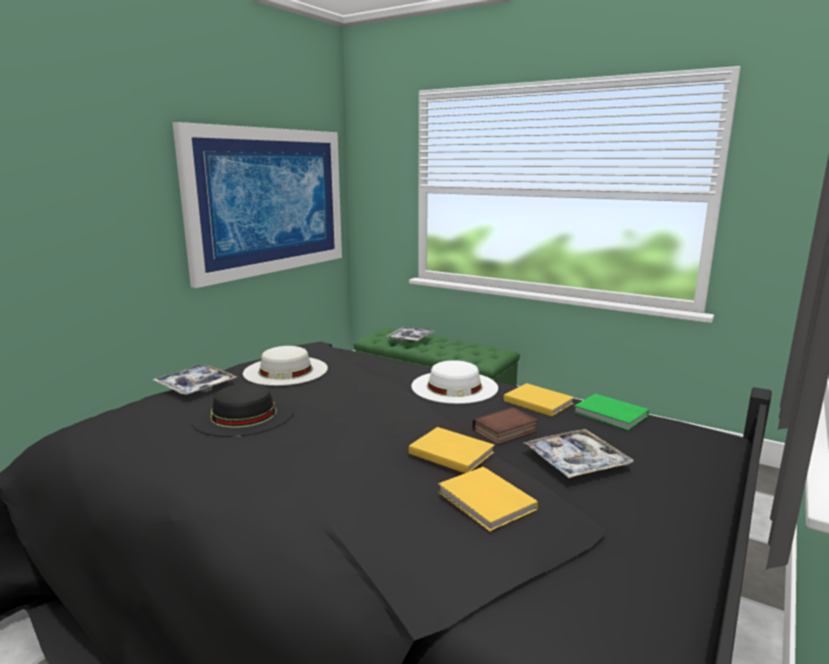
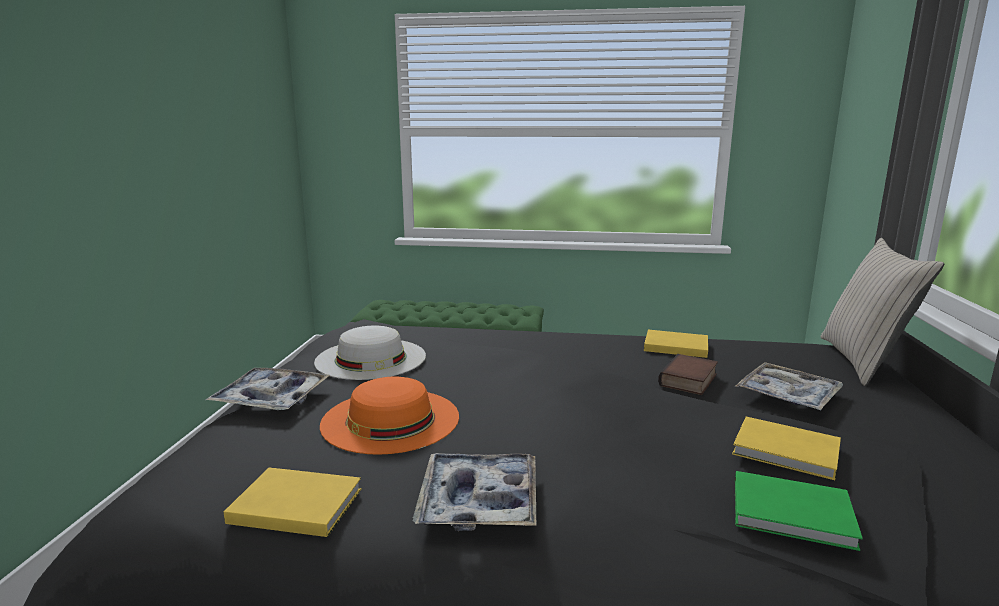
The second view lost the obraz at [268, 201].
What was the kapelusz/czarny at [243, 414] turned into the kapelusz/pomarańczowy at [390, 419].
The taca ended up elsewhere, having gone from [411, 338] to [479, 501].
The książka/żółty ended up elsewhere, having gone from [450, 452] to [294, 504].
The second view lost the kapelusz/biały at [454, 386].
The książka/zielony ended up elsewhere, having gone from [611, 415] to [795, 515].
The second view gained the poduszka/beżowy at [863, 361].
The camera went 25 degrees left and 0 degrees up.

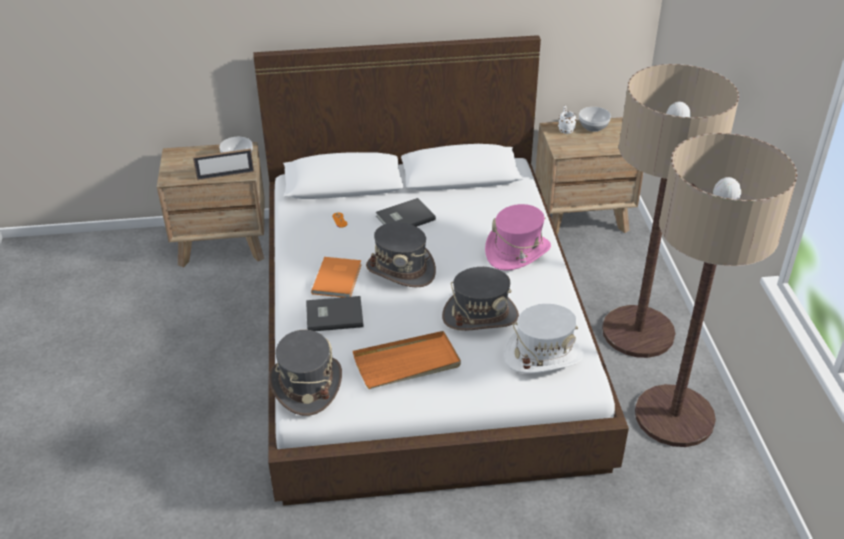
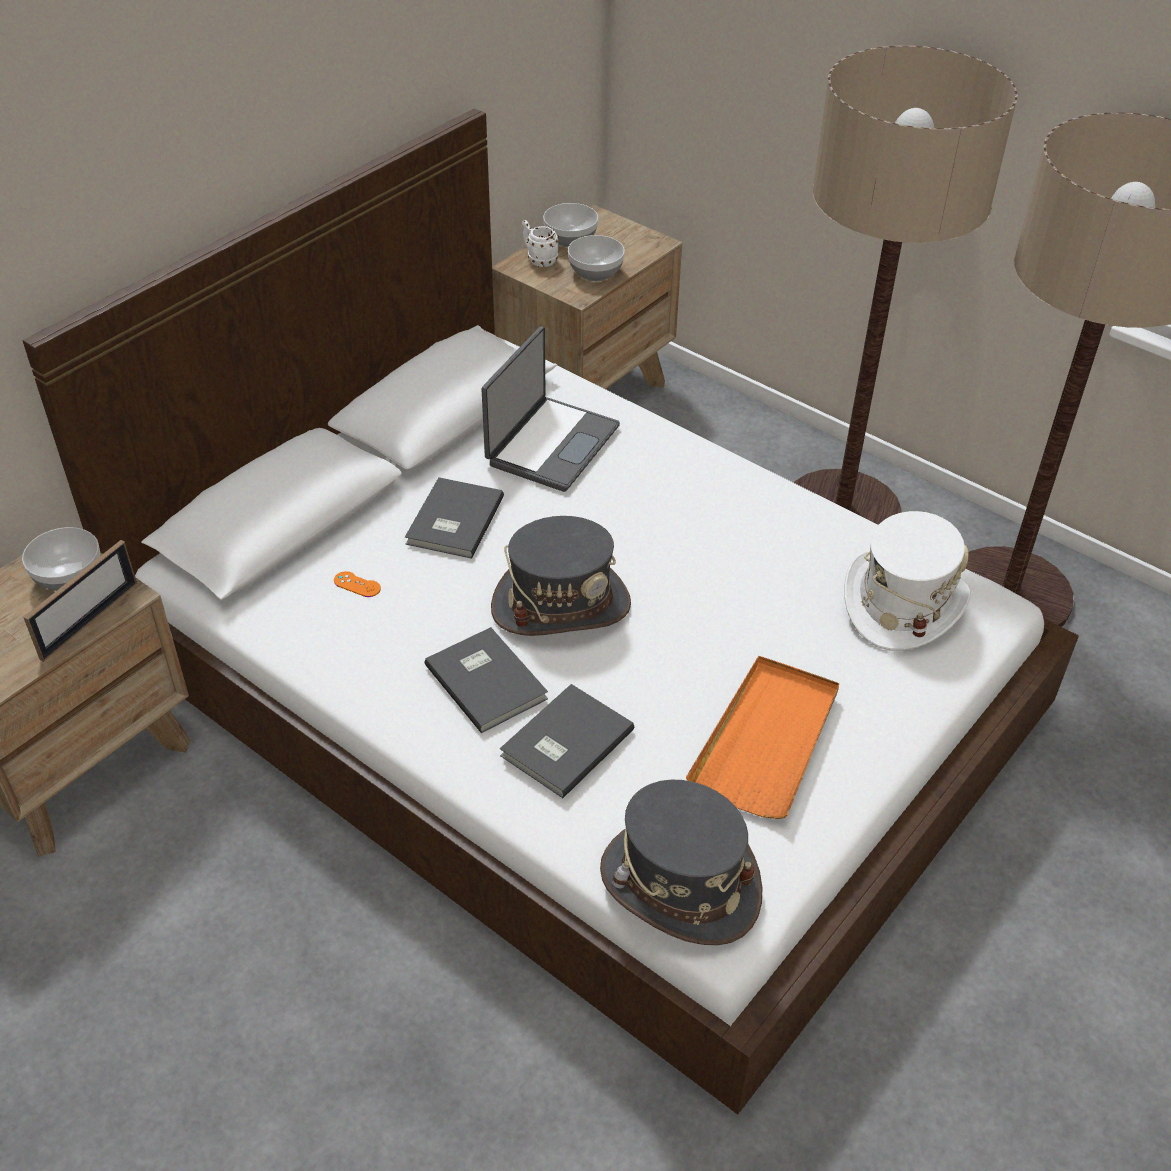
What was the książka/pomarańczowy at [338, 278] turned into the książka/szary at [487, 680].
The second view lost the kapelusz/szary at [480, 316].
The second view lost the kapelusz/różowy at [517, 252].
The second view gained the laptop at [551, 444].
The second view gained the miska at [596, 272].
The camera went 45 degrees left and 5 degrees up.

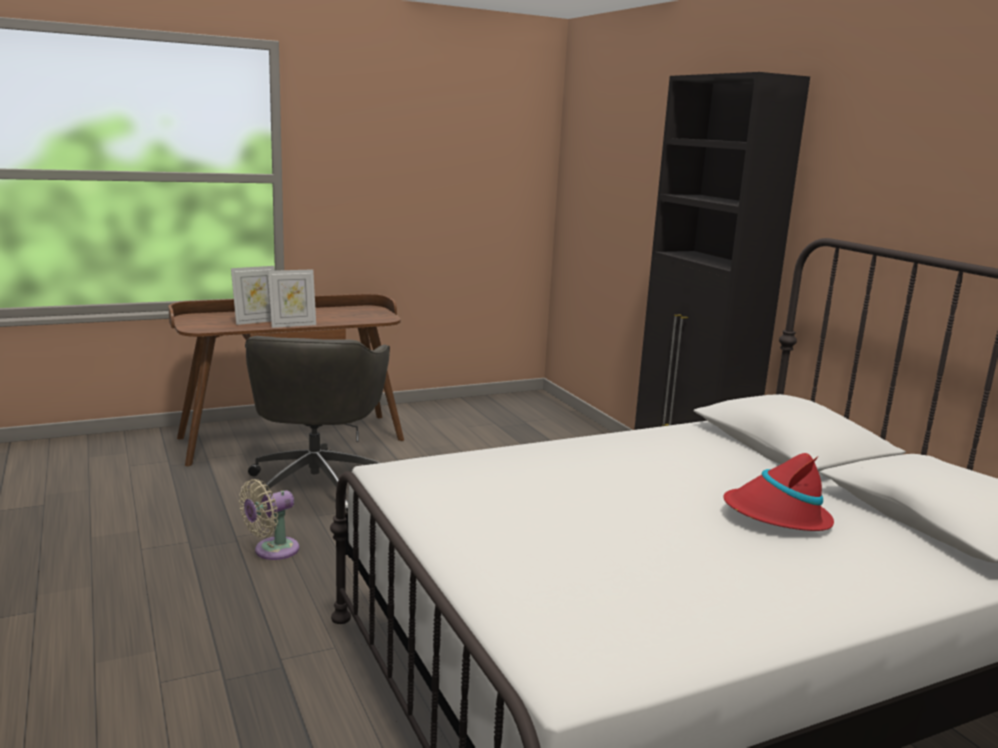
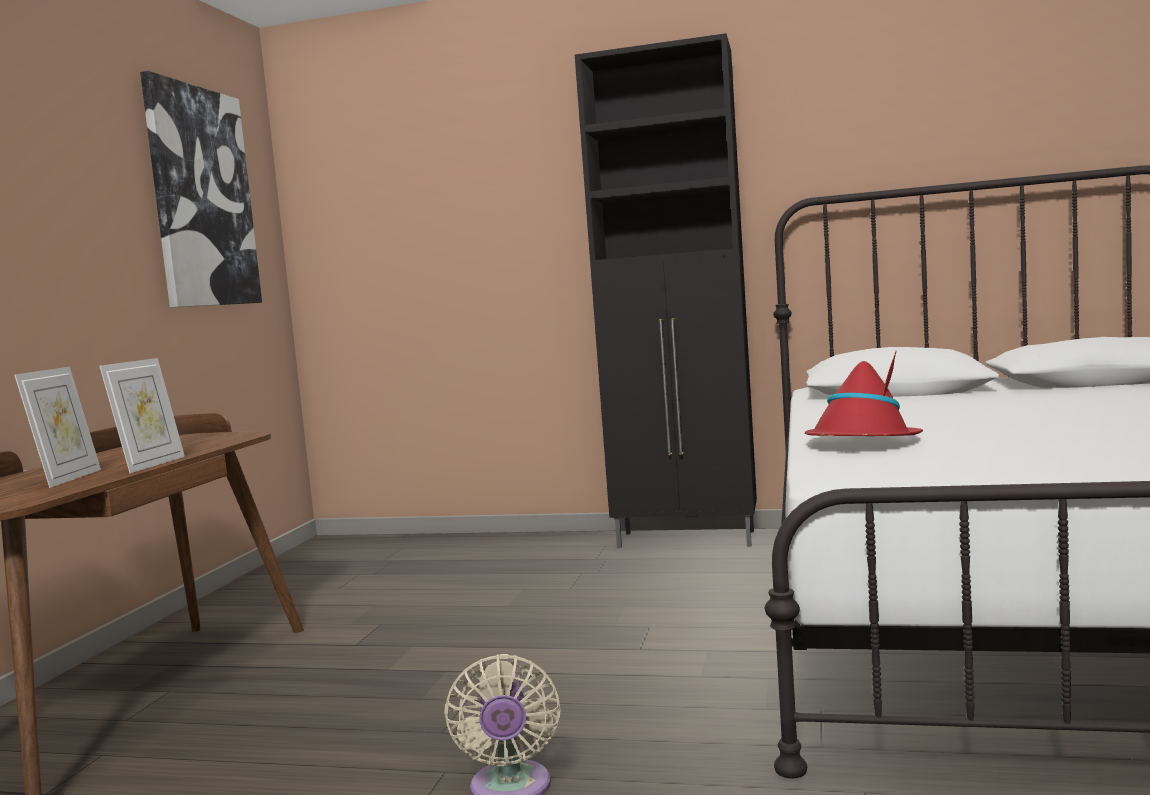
The second view lost the krzesło biurowe/szary at [316, 483].
The kapelusz/czerwony ended up elsewhere, having gone from [776, 517] to [862, 443].
The second view gained the obraz at [201, 197].
The camera went 50 degrees left and 10 degrees down.

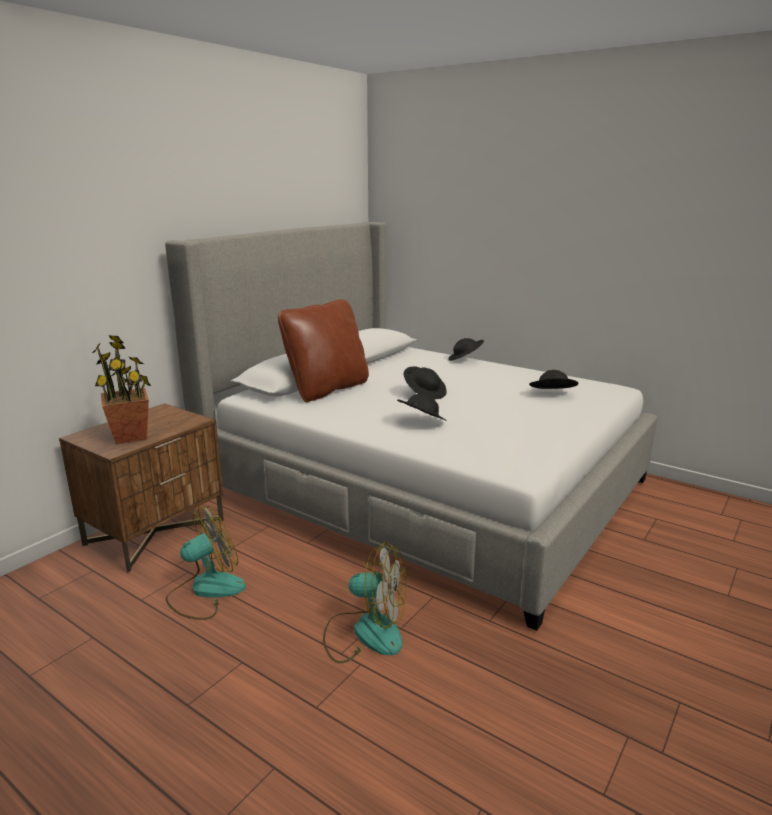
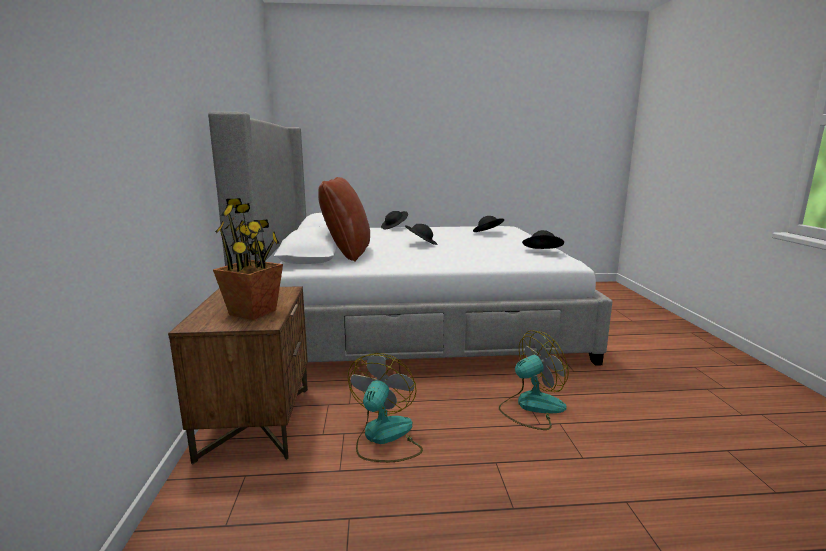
The kapelusz/czarny ended up elsewhere, having gone from [421, 422] to [541, 252].
The camera went 40 degrees left and 5 degrees down.

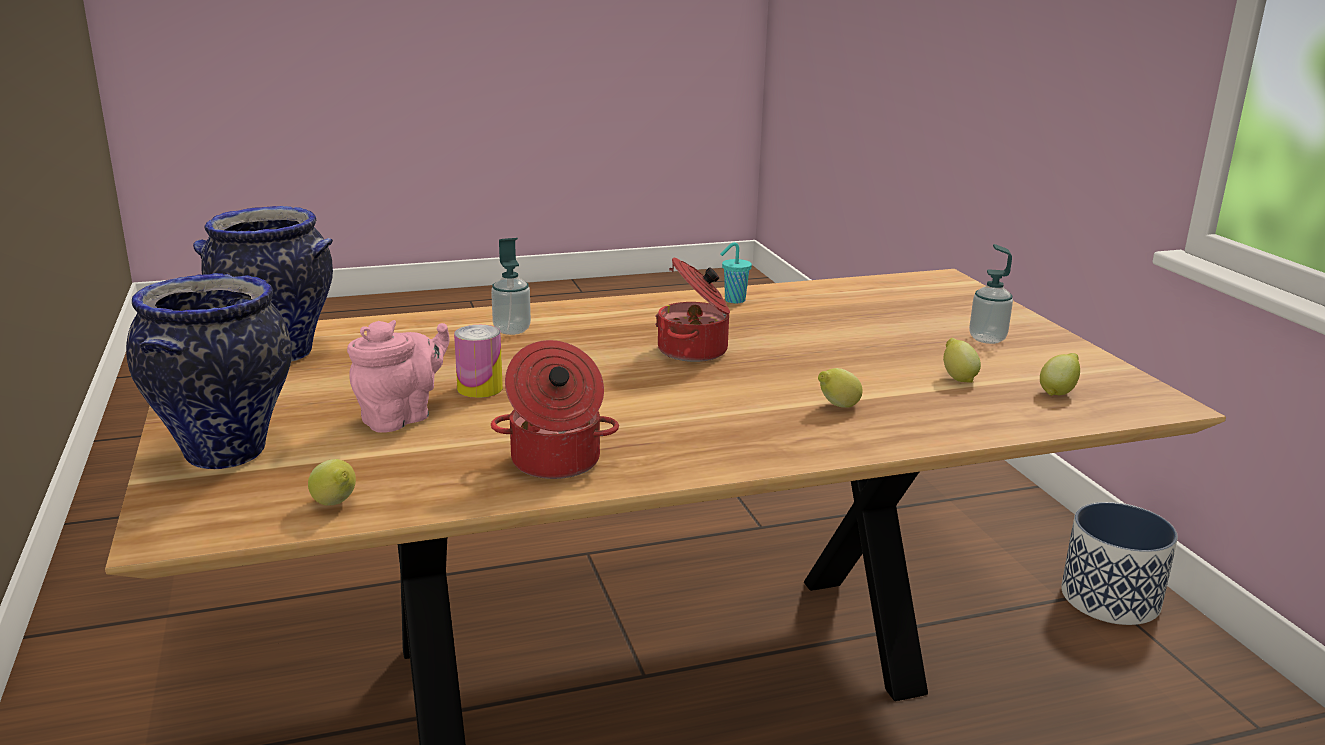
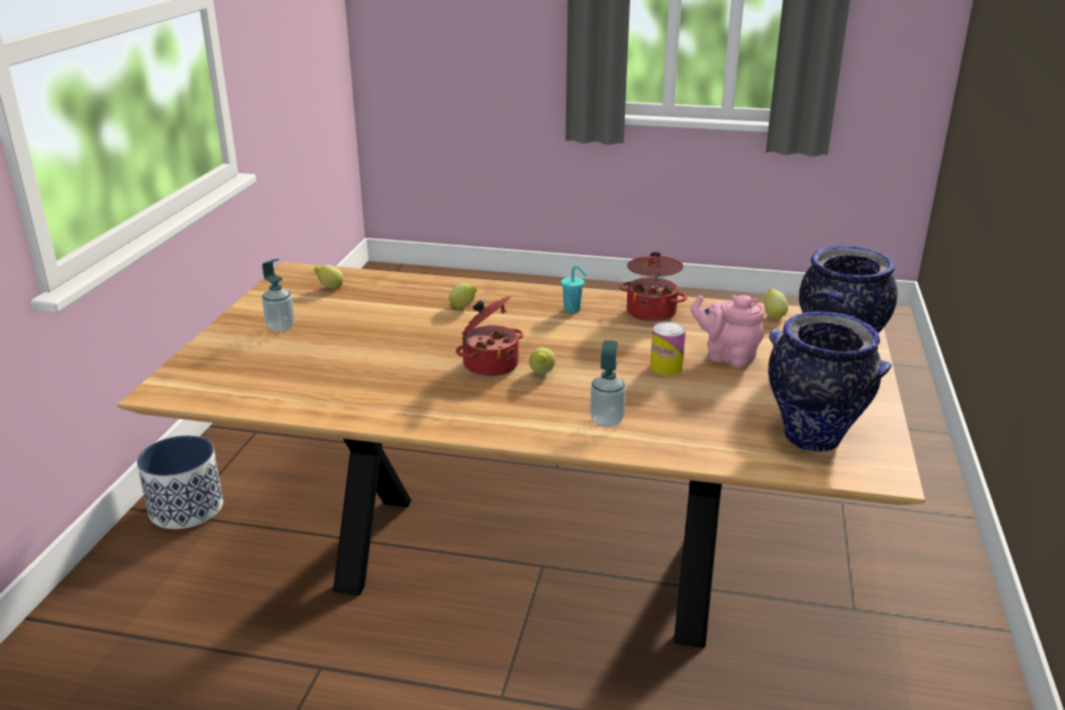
The imbryk/różowy at [401, 417] ended up facing another way, 45 degrees clockwise from before.
The filiżanka/turkusowy ended up elsewhere, having gone from [733, 300] to [573, 310].
The cytryna ended up elsewhere, having gone from [957, 378] to [542, 374].
The camera went 150 degrees left and 5 degrees up.

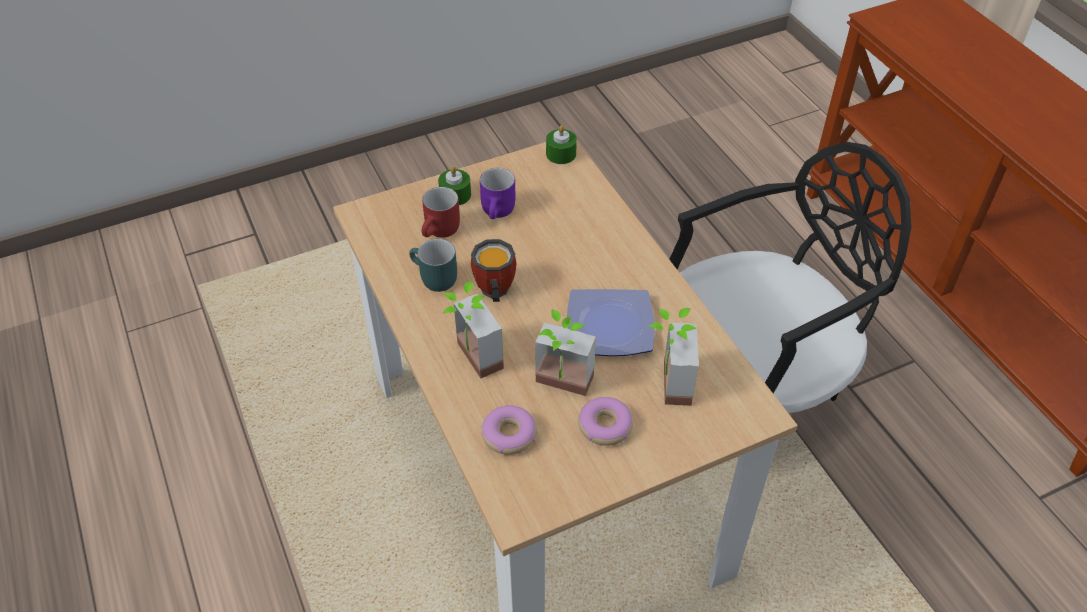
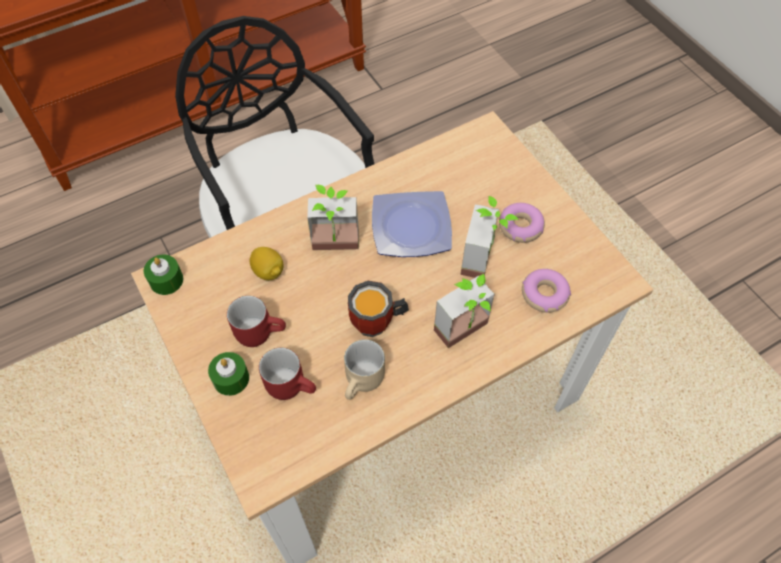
What was the kubek/turkusowy at [433, 279] turned into the kubek/beżowy at [365, 383].
What was the kubek/fioletowy at [499, 212] turned into the kubek/czerwony at [260, 330].
The roślina doniczkowa ended up elsewhere, having gone from [666, 383] to [335, 248].
The second view gained the cytryna at [268, 271].
The camera went 95 degrees left and 10 degrees up.

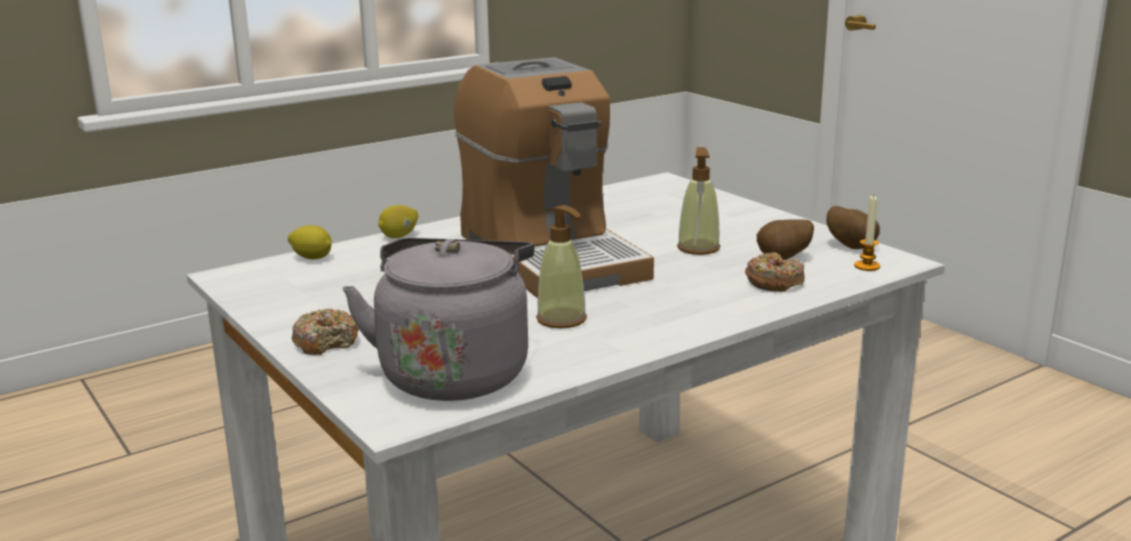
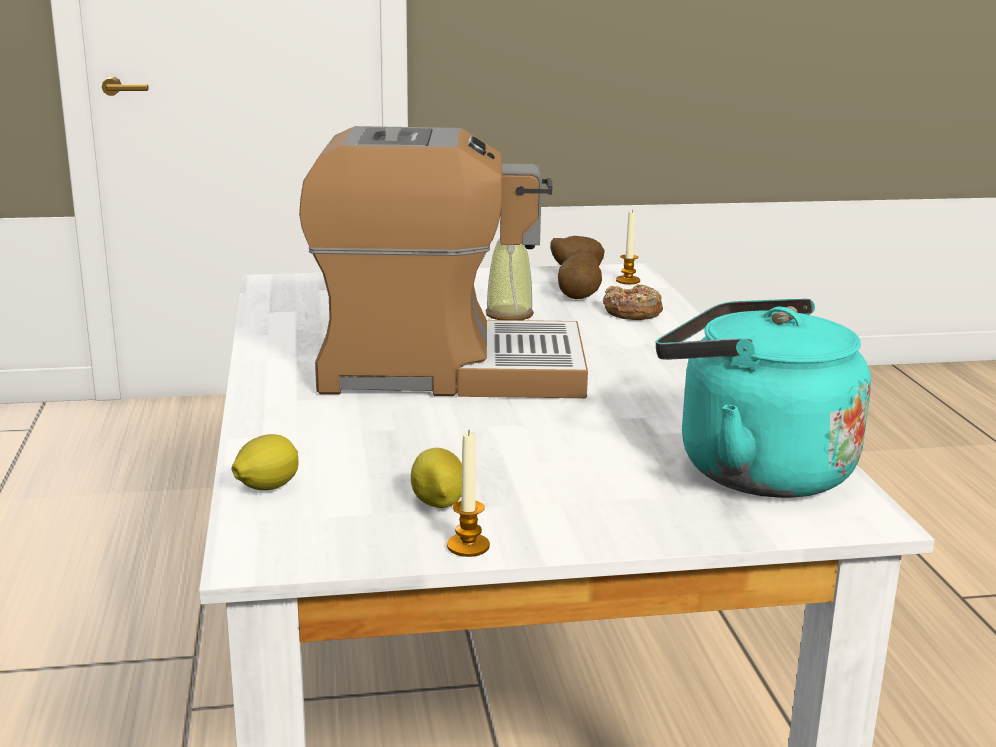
The second view lost the donut at [326, 342].
What was the czajnik/szary at [455, 372] turned into the czajnik/turkusowy at [752, 469].
The cytryna ended up elsewhere, having gone from [399, 236] to [438, 502].
The second view lost the dozownik mydła at [562, 319].
The second view gained the świeca at [468, 546].
The camera went 65 degrees left and 0 degrees up.

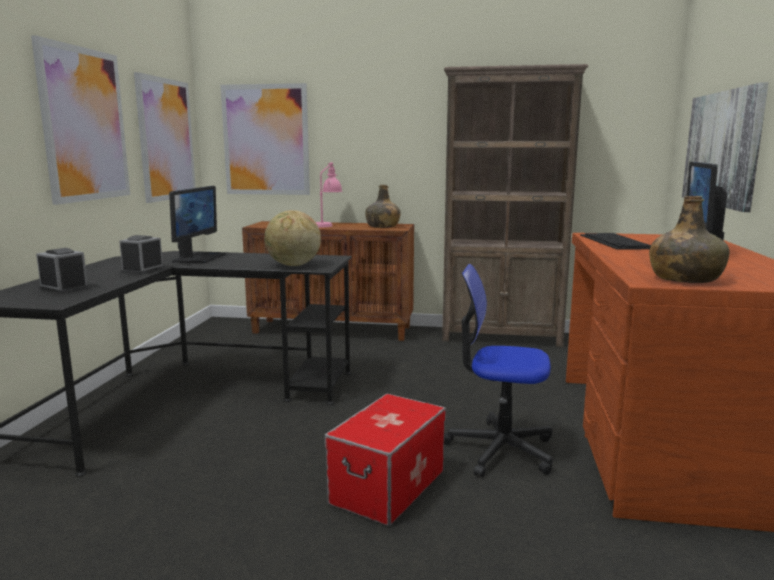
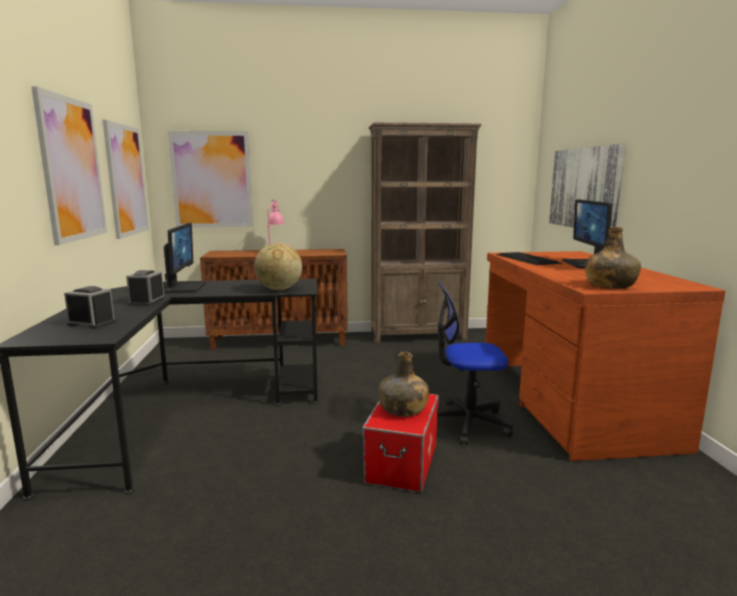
The butelka/zielony ended up elsewhere, having gone from [382, 226] to [403, 409].
The camera went 15 degrees left and 0 degrees up.

